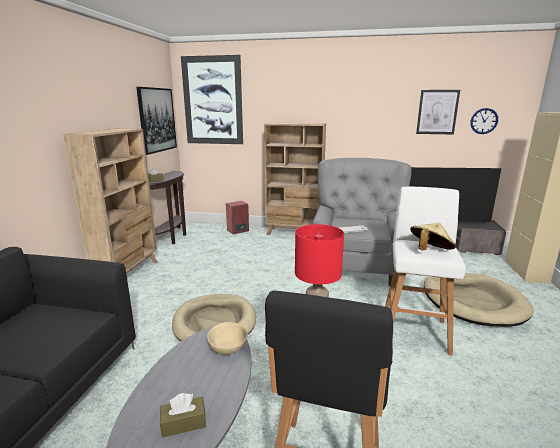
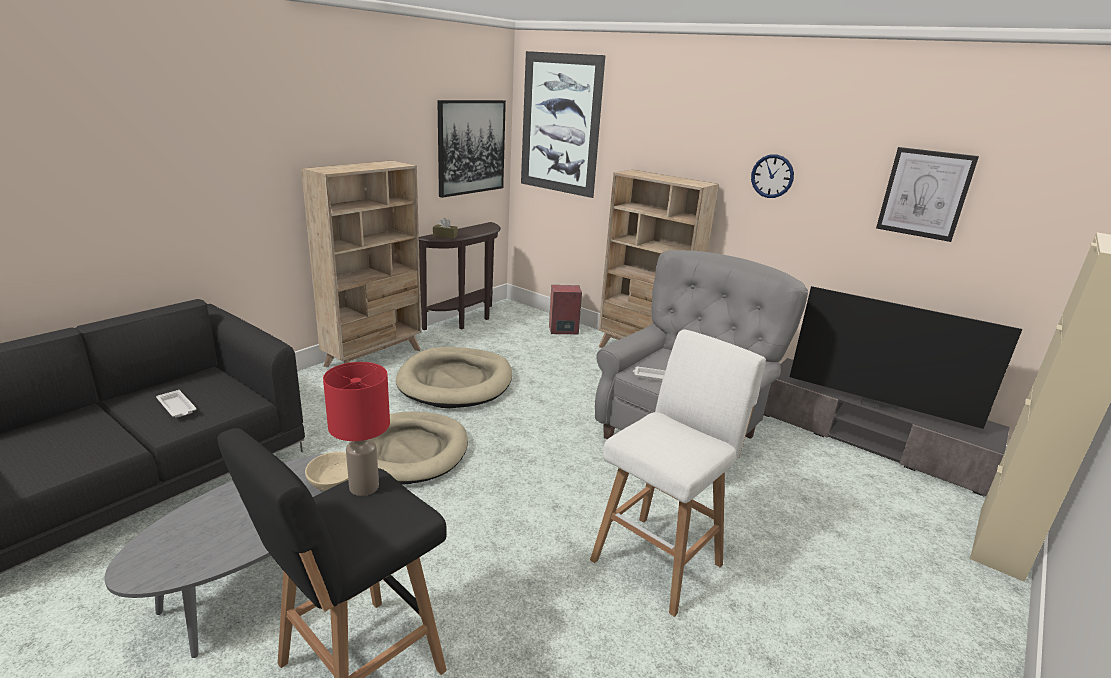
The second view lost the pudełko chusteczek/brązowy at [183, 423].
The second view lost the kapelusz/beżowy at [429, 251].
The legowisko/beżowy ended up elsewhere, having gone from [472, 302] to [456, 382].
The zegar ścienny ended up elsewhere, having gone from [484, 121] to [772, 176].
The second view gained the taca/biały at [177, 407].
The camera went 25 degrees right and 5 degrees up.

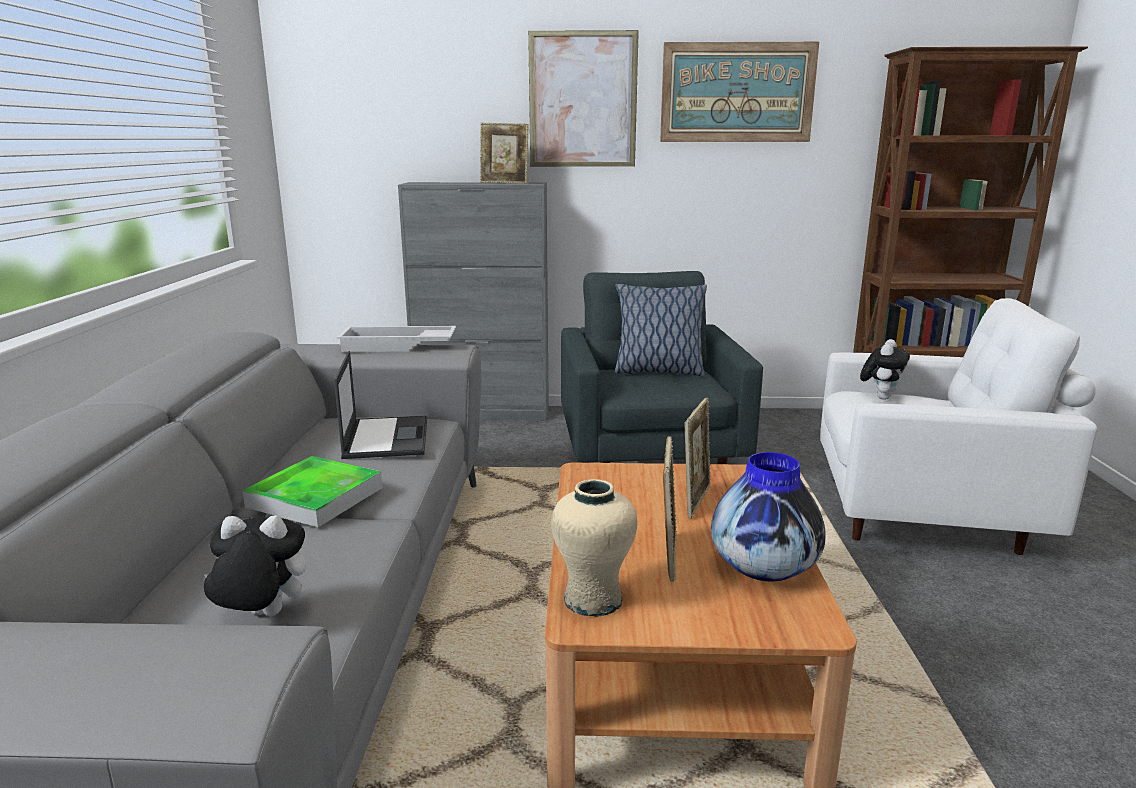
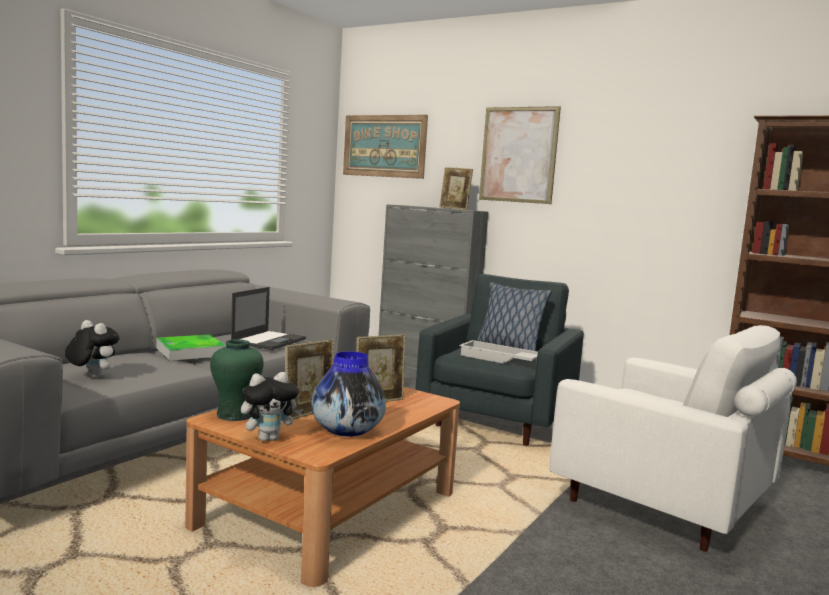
The taca/biały ended up elsewhere, having gone from [397, 346] to [499, 359].
What was the wazon/beżowy at [592, 599] turned into the wazon/zielony at [235, 415].
The obraz ended up elsewhere, having gone from [737, 93] to [384, 146].
The pluszak ended up elsewhere, having gone from [880, 397] to [269, 438].
The camera went 30 degrees right and 10 degrees down.

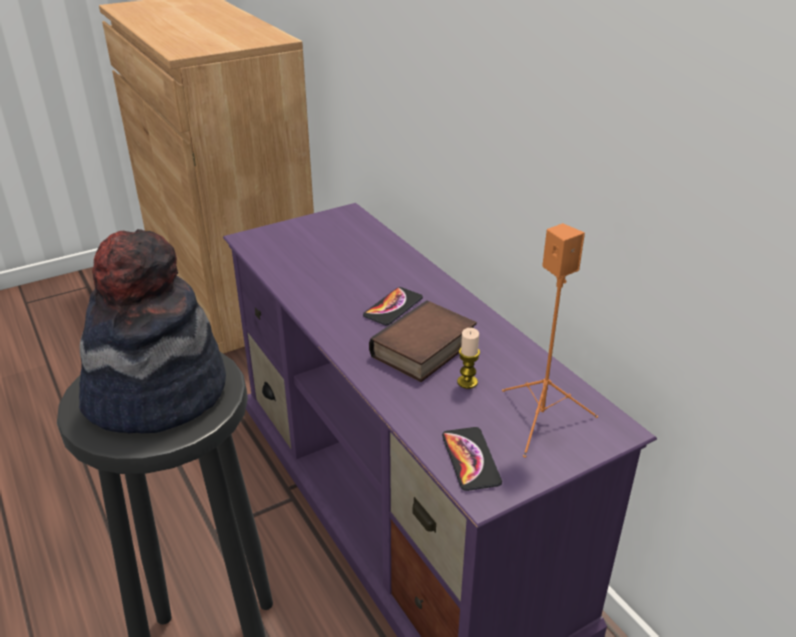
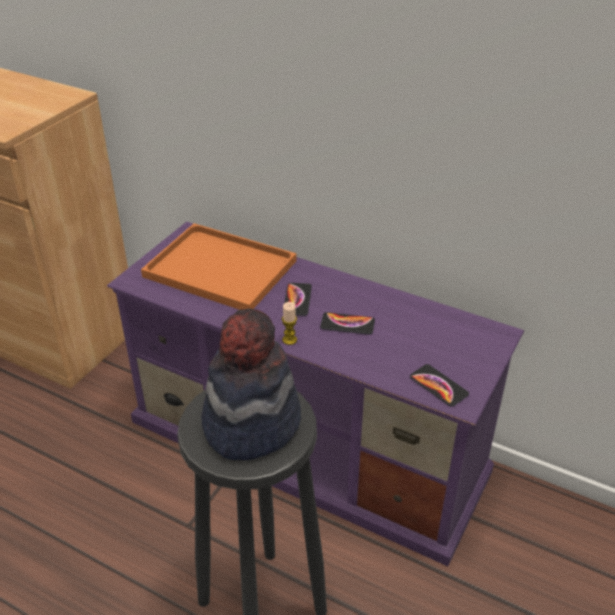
Where the książka stood at [425, 350], the telefon came to stand at [347, 324].
The świeca ended up elsewhere, having gone from [467, 382] to [289, 340].
The second view lost the głośnik/pomarańczowy at [542, 419].
The second view gained the taca/pomarańczowy at [223, 269].
The camera went 30 degrees left and 5 degrees up.

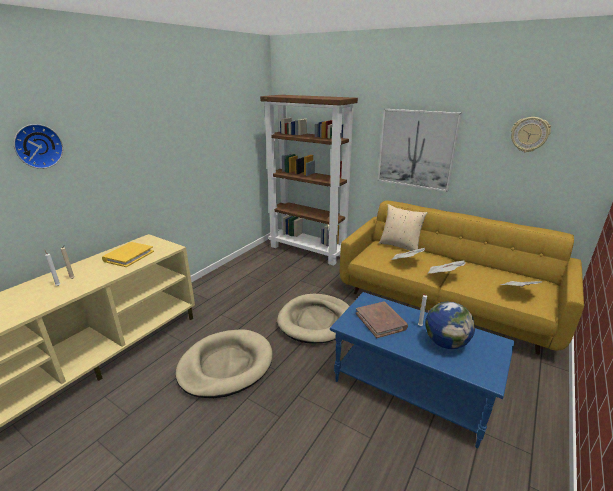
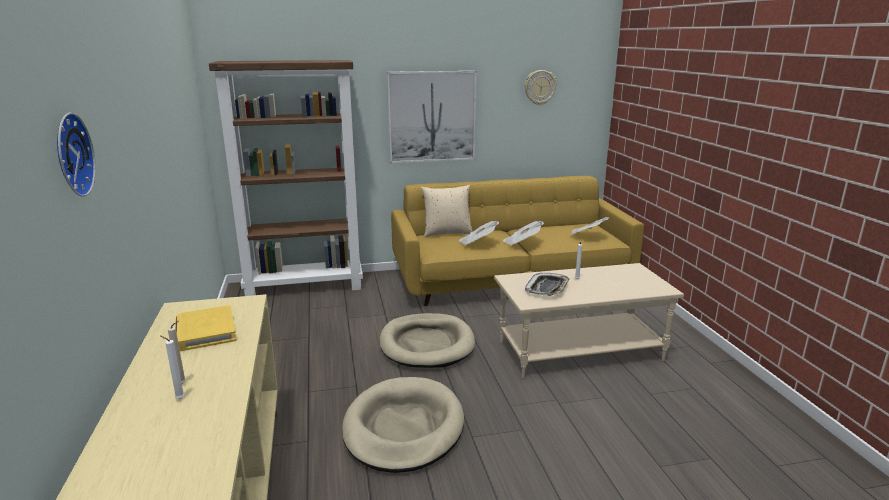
What was the ława/niebieski at [411, 388] turned into the ława/beżowy at [579, 350].
Where the książka/brązowy stood at [381, 321], the taca came to stand at [547, 288].
The second view lost the globus at [445, 343].
The camera went 45 degrees left and 5 degrees down.

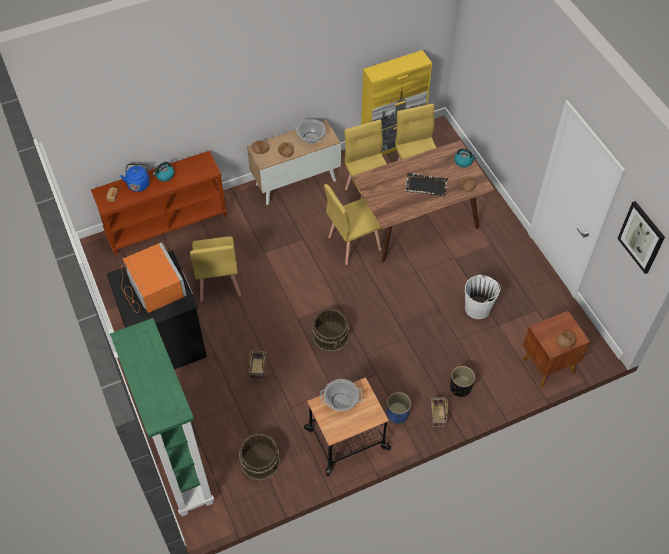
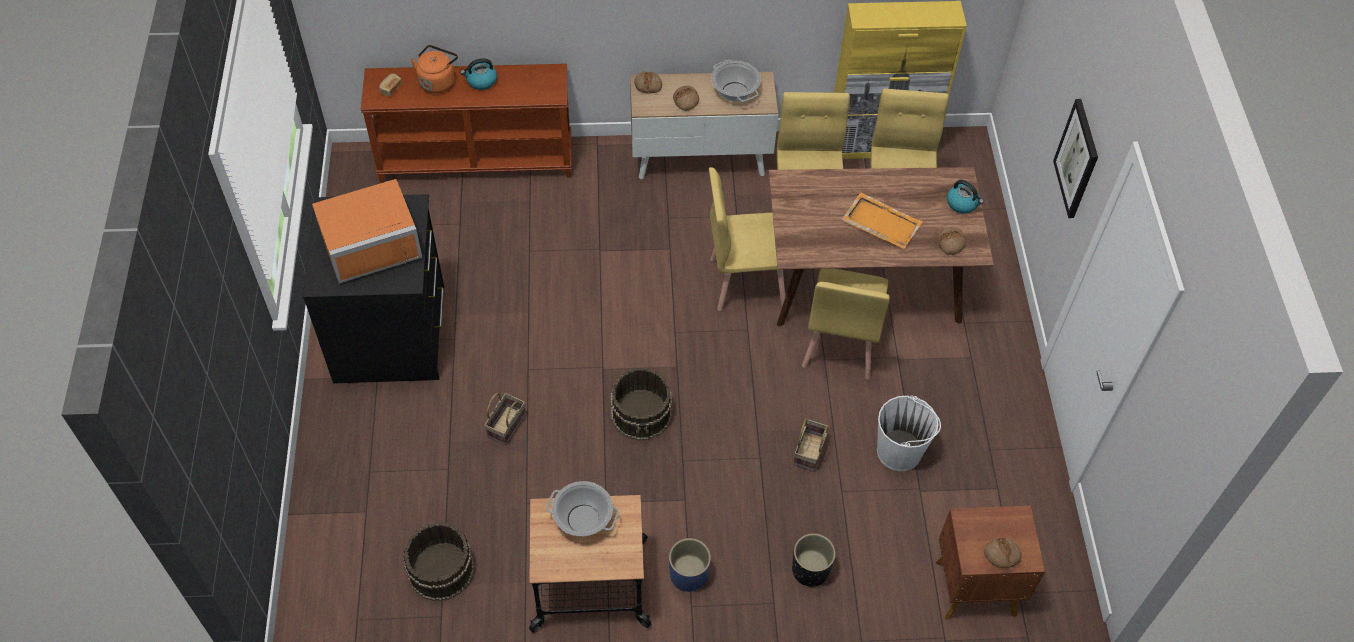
The second view lost the regał/zielony at [180, 466].
What was the czajnik/niebieski at [138, 183] turned into the czajnik/pomarańczowy at [437, 81].
The mikrofalówka/pomarańczowy at [152, 288] ended up facing another way, 75 degrees clockwise from before.
The krzesło/żółty ended up elsewhere, having gone from [218, 282] to [839, 345].
What was the taca/czarny at [425, 185] turned into the taca/pomarańczowy at [880, 222].
The koszyk ended up elsewhere, having gone from [438, 416] to [810, 452].
The obraz ended up elsewhere, having gone from [641, 237] to [1077, 159].
The camera went 20 degrees right and 0 degrees up.

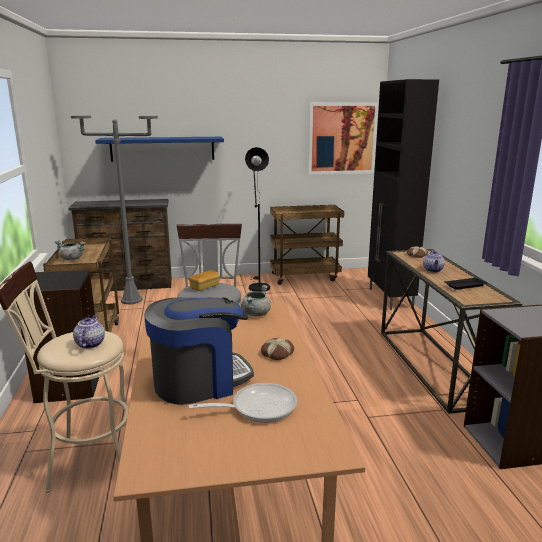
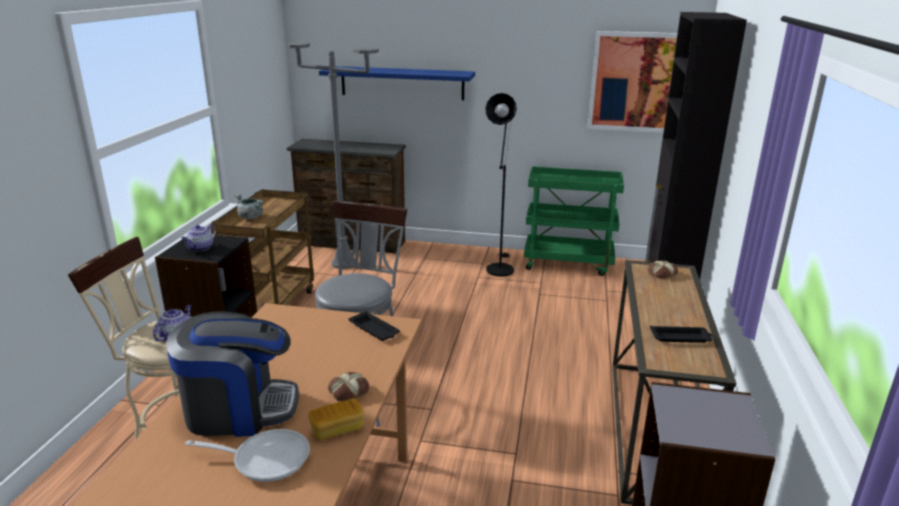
The chleb ended up elsewhere, having gone from [204, 287] to [337, 429].
Where the garnek/szary stood at [255, 314], the taca/czarny came to stand at [374, 330].
What was the wózek/brązowy at [305, 277] turned into the wózek/zielony at [568, 263].
The imbryk ended up elsewhere, having gone from [433, 270] to [201, 248].
The camera went 20 degrees right and 5 degrees up.

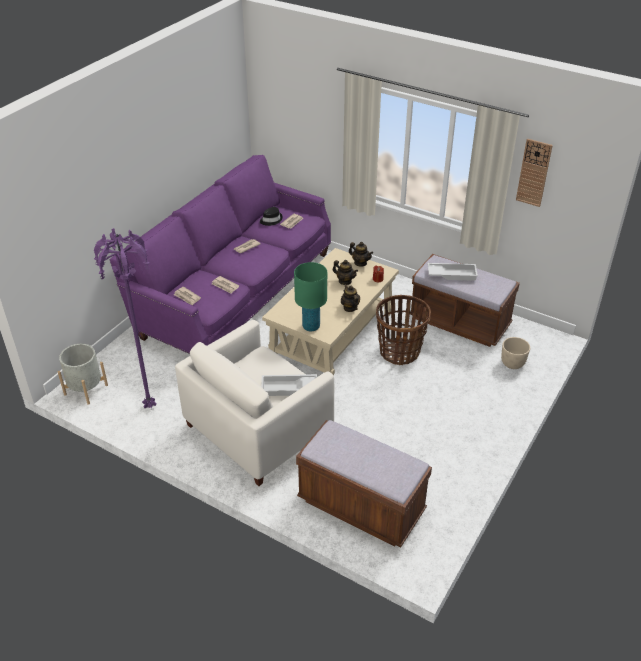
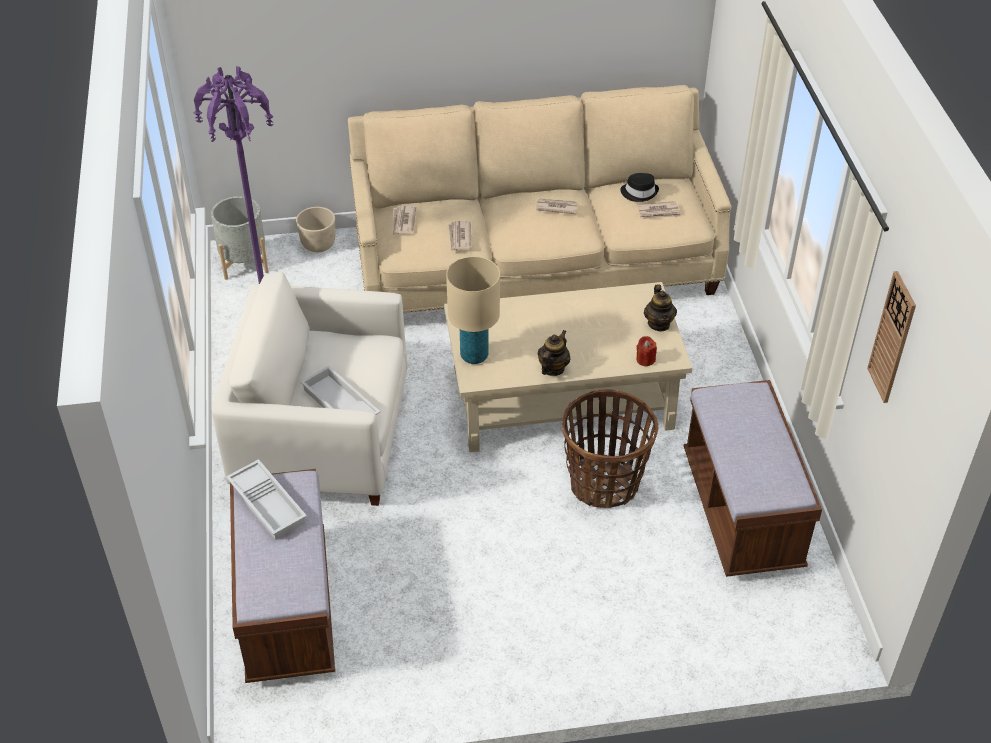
What was the kanapa/fioletowy at [234, 292] turned into the kanapa/beżowy at [535, 263].
What was the lampa stołowa/zielony at [311, 326] turned into the lampa stołowa/beżowy at [474, 356].
The second view lost the imbryk at [345, 281].
The taca/biały ended up elsewhere, having gone from [452, 274] to [269, 503].
The donica/beżowy ended up elsewhere, having gone from [512, 363] to [319, 245].
The camera went 50 degrees right and 5 degrees up.

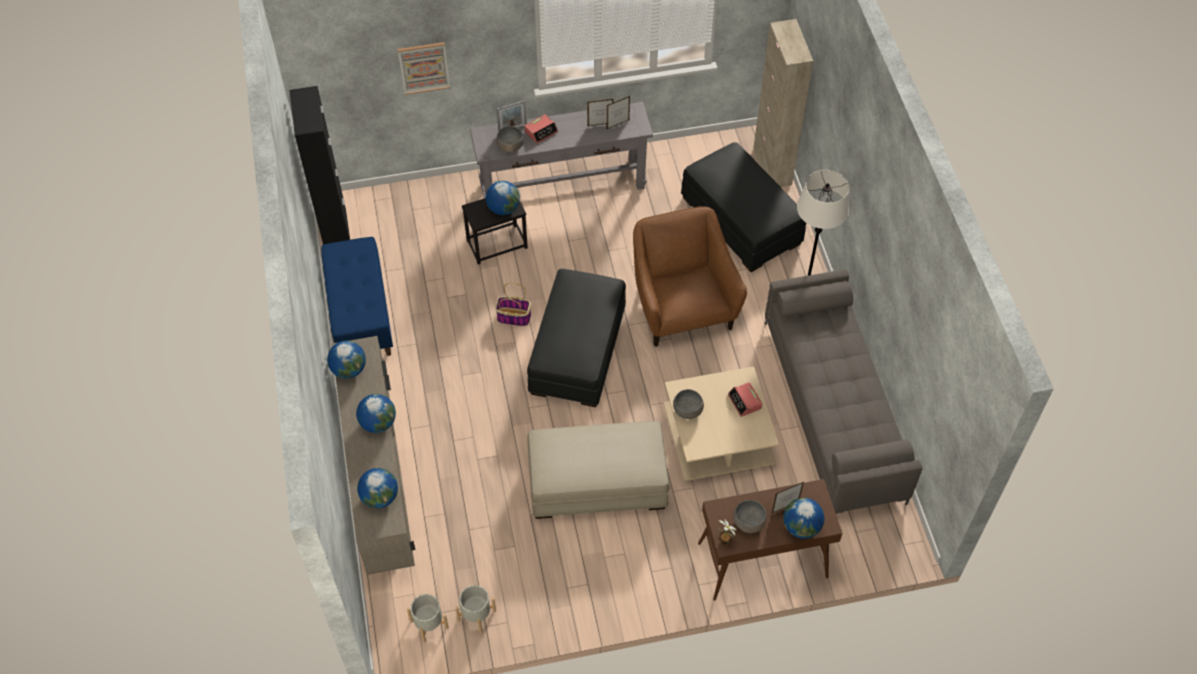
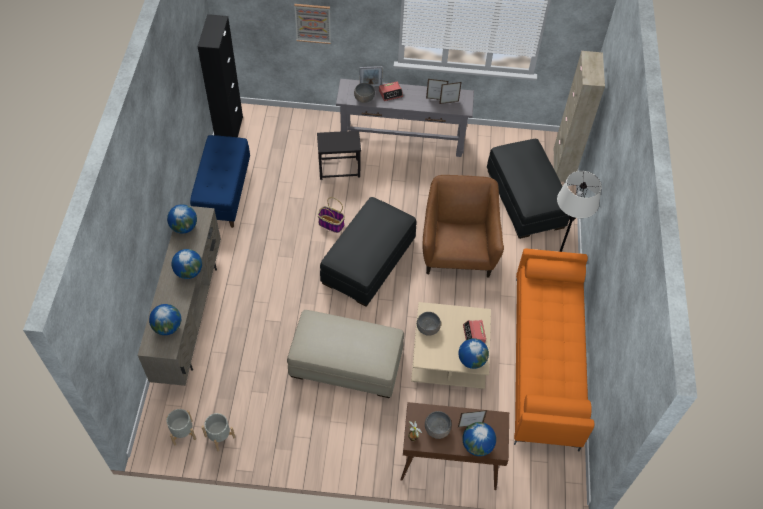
The globus ended up elsewhere, having gone from [503, 208] to [471, 360].
What was the kanapa/szary at [834, 411] turned into the kanapa/pomarańczowy at [546, 361].
The camera went 15 degrees right and 0 degrees up.

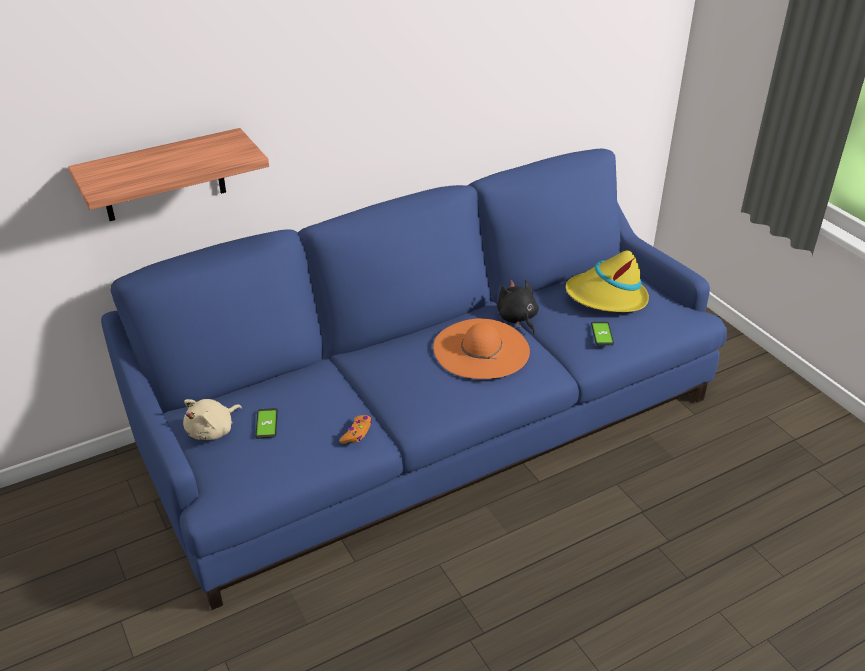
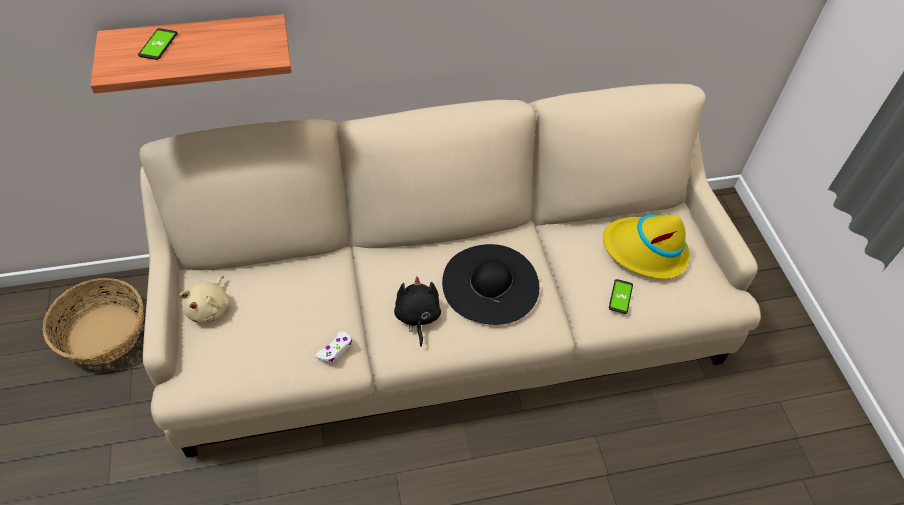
What was the kanapa/niebieski at [434, 425] turned into the kanapa/beżowy at [449, 318].
The pluszak/beżowy at [213, 430] ended up facing another way, 45 degrees counterclockwise from before.
The telefon ended up elsewhere, having gone from [266, 424] to [158, 45].
What was the pad do gier/pomarańczowy at [357, 433] turned into the pad do gier/biały at [335, 349].
What was the kapelusz/pomarańczowy at [481, 349] turned into the kapelusz/czarny at [490, 283].
The pluszak/czarny ended up elsewhere, having gone from [517, 319] to [417, 317].
The second view gained the koszyk at [104, 333].
The camera went 15 degrees right and 15 degrees up.

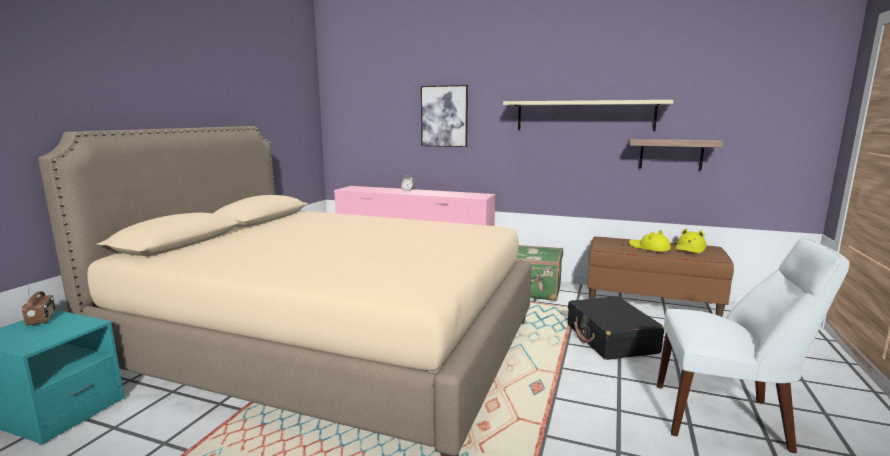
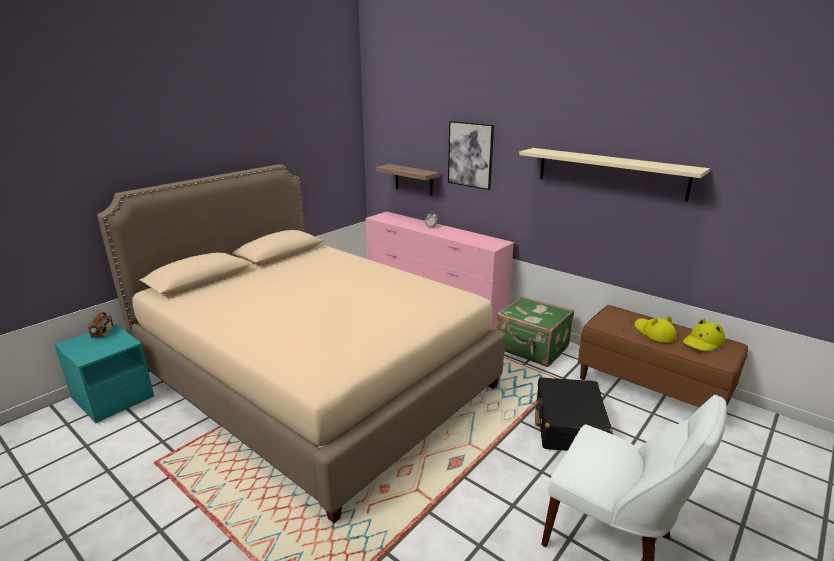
The półka ended up elsewhere, having gone from [671, 154] to [414, 180].
The camera went 20 degrees right and 10 degrees up.

